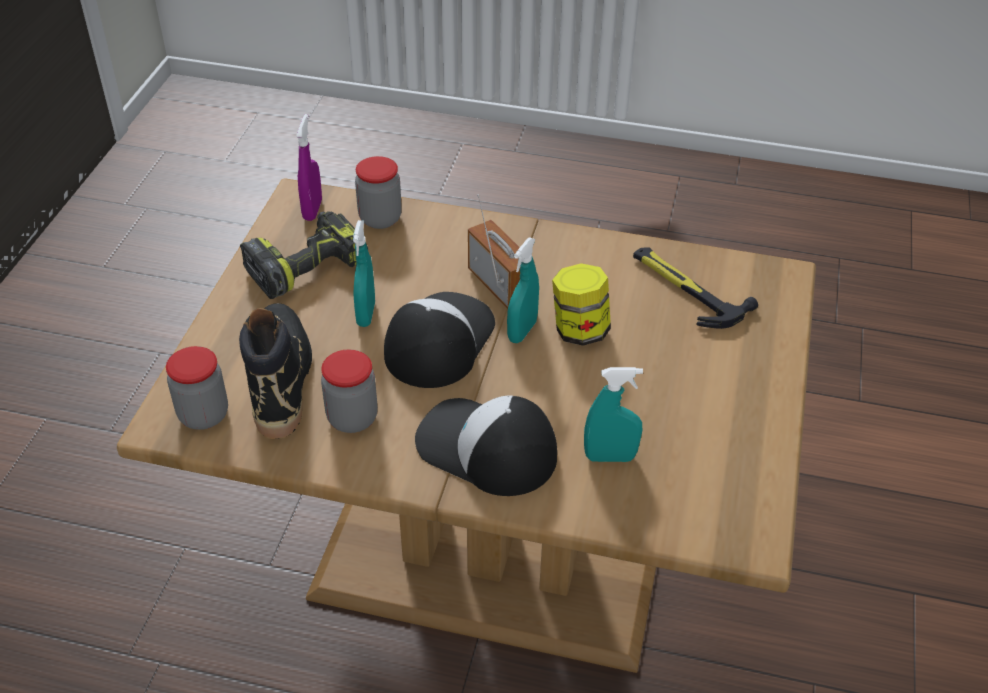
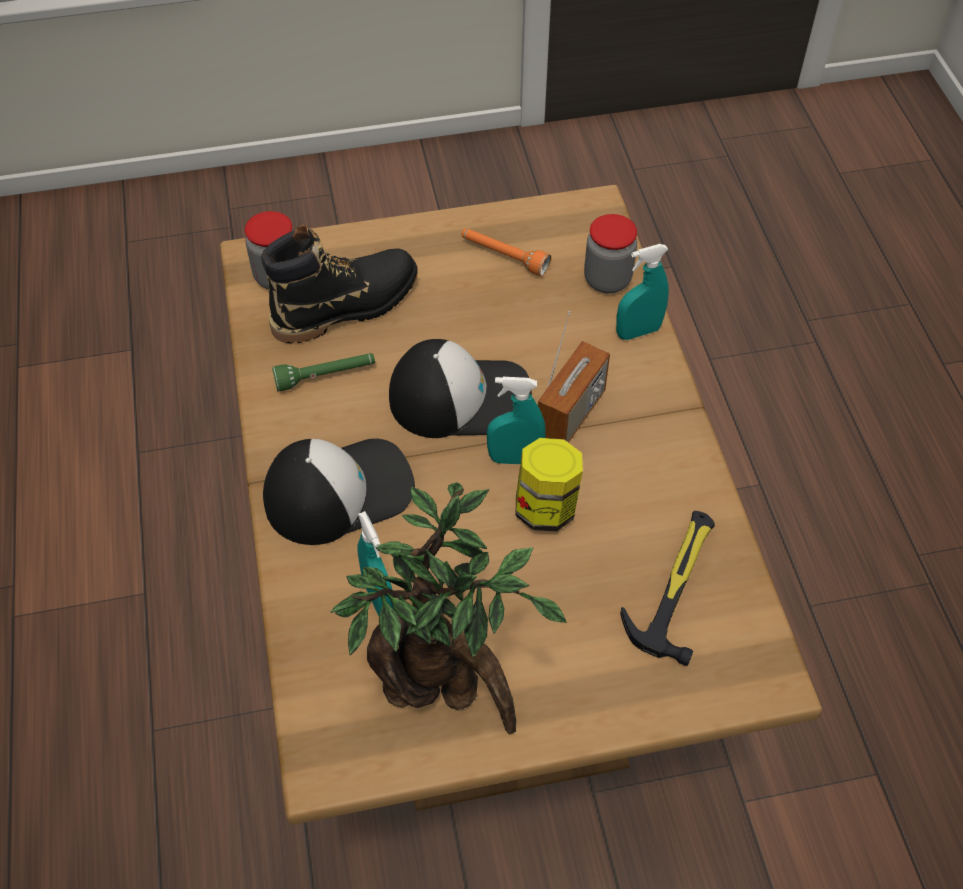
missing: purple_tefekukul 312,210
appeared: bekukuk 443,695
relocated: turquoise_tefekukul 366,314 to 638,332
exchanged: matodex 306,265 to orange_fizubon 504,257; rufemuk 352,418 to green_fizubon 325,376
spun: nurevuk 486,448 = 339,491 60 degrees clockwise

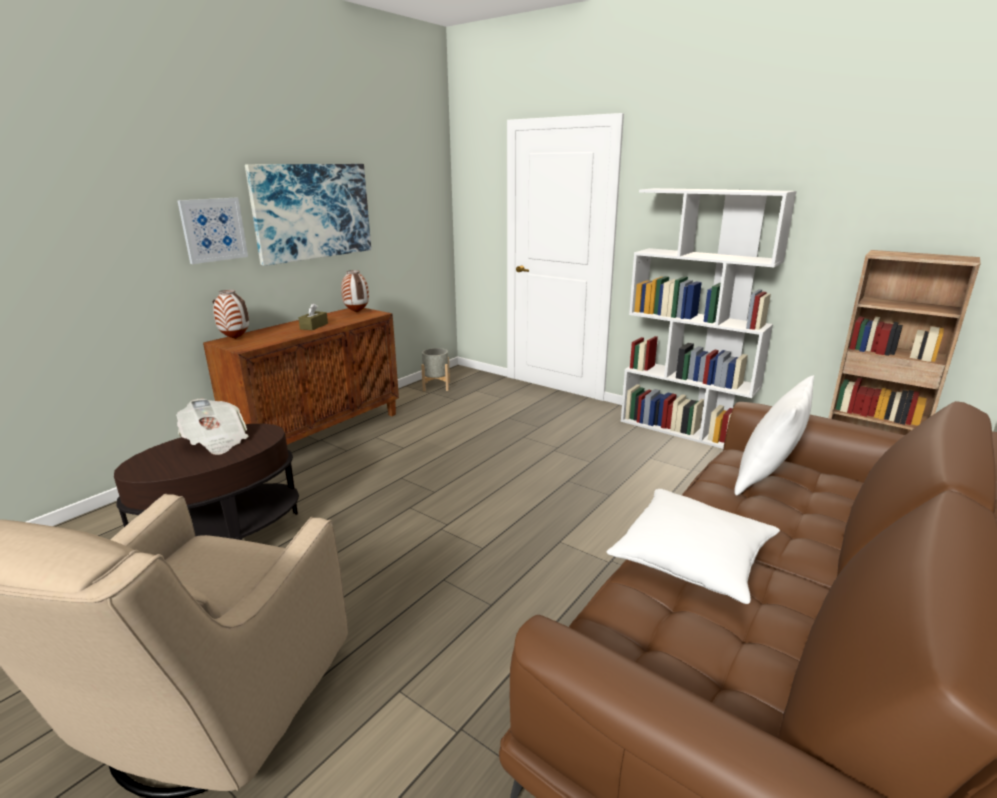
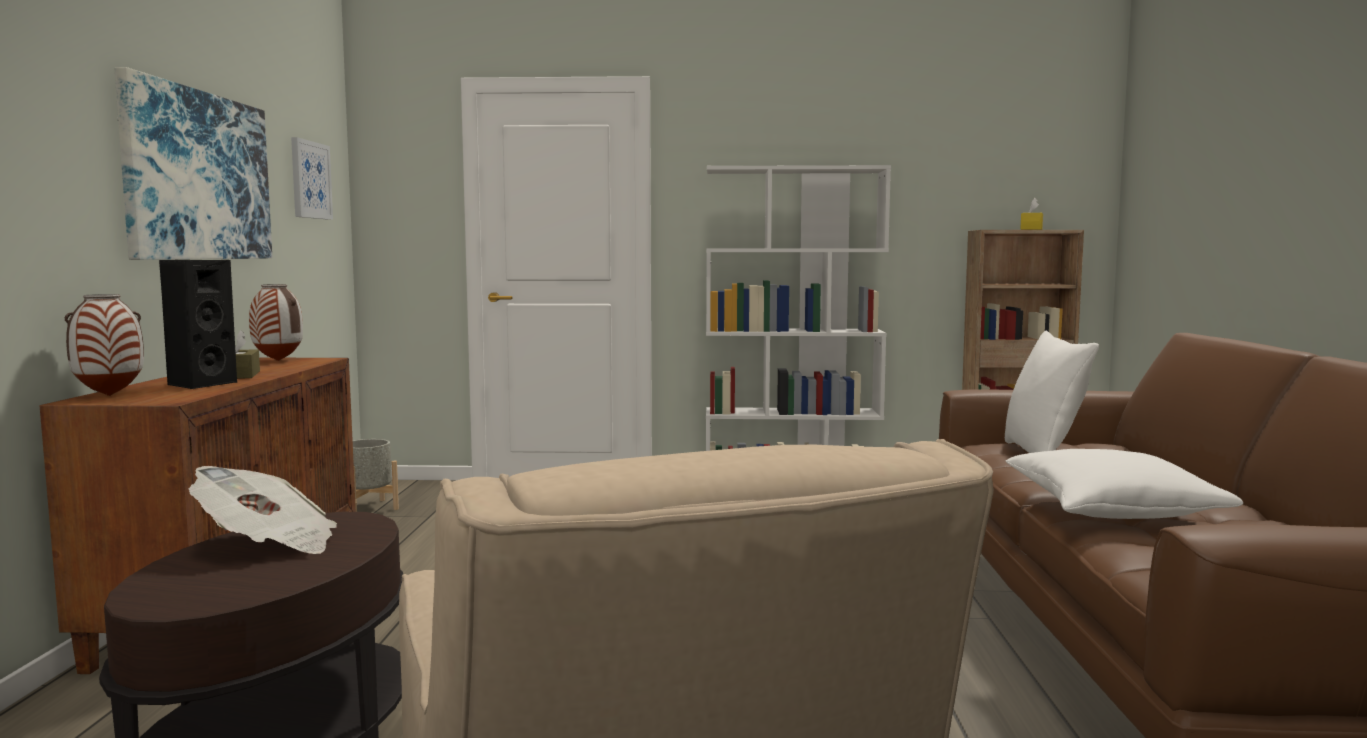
appeared: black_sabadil 200,384; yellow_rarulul 1031,229
relocated: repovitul 213,230 to 310,180

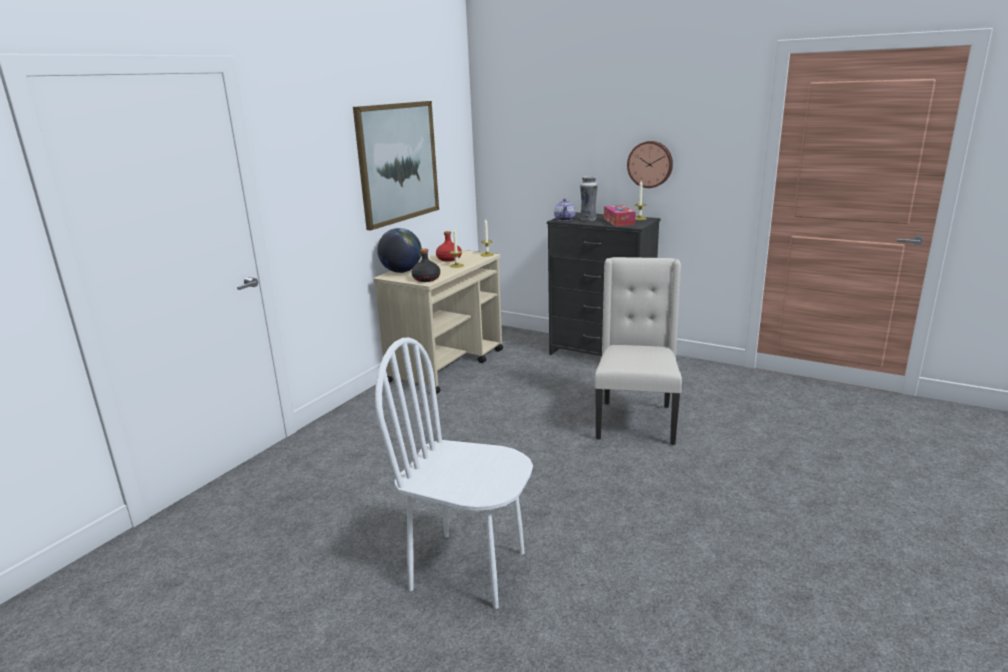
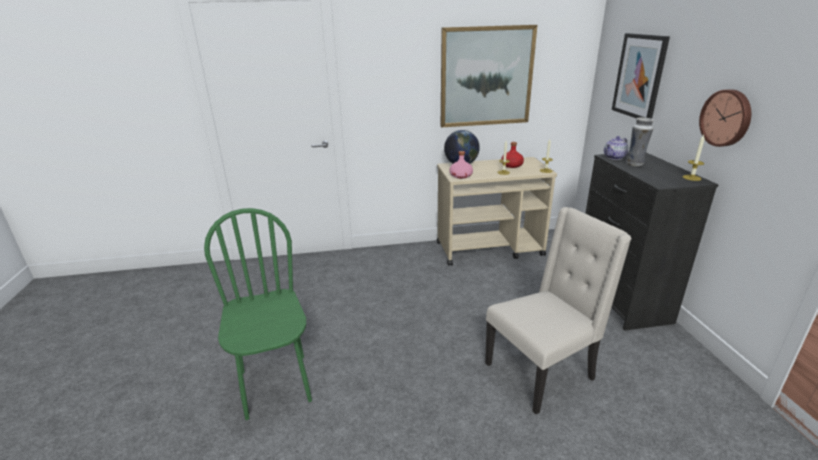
missing: rarulul 619,221
appeared: repovitul 639,76
colour: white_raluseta 468,569 to green_raluseta 276,385; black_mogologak 426,279 to pink_mogologak 461,176

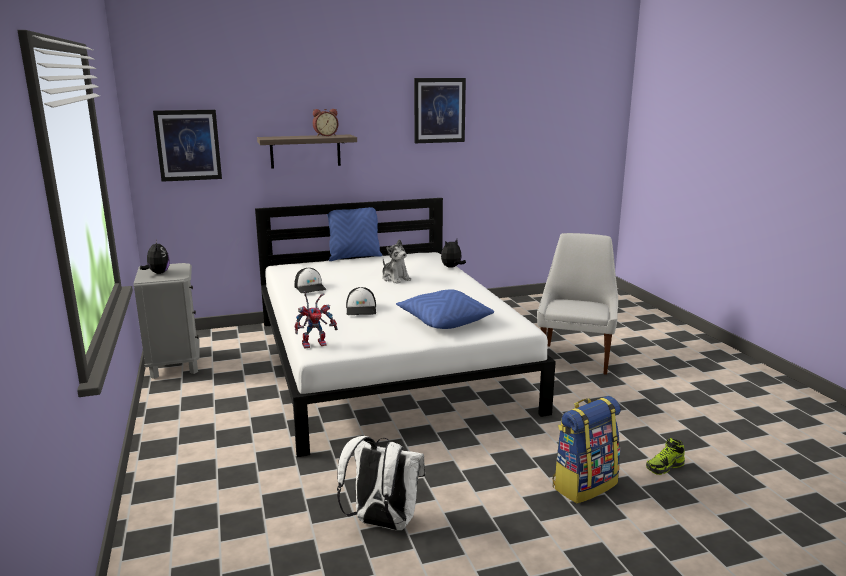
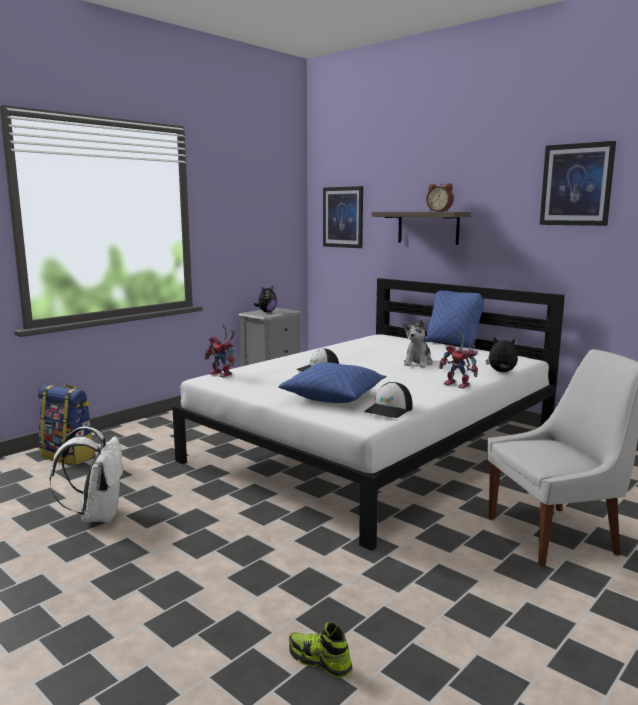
appeared: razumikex 459,385
relocated: nurevuk 310,287 to 389,410; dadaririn 584,484 to 69,456

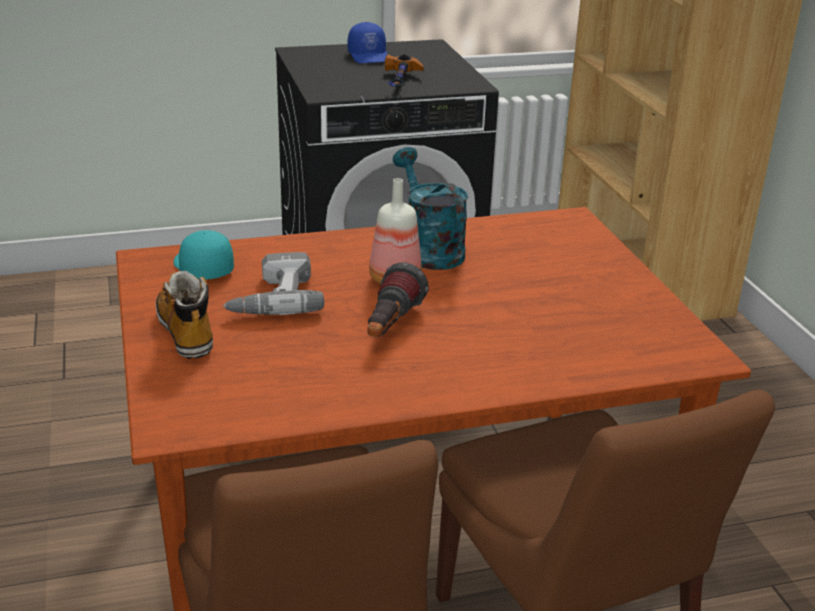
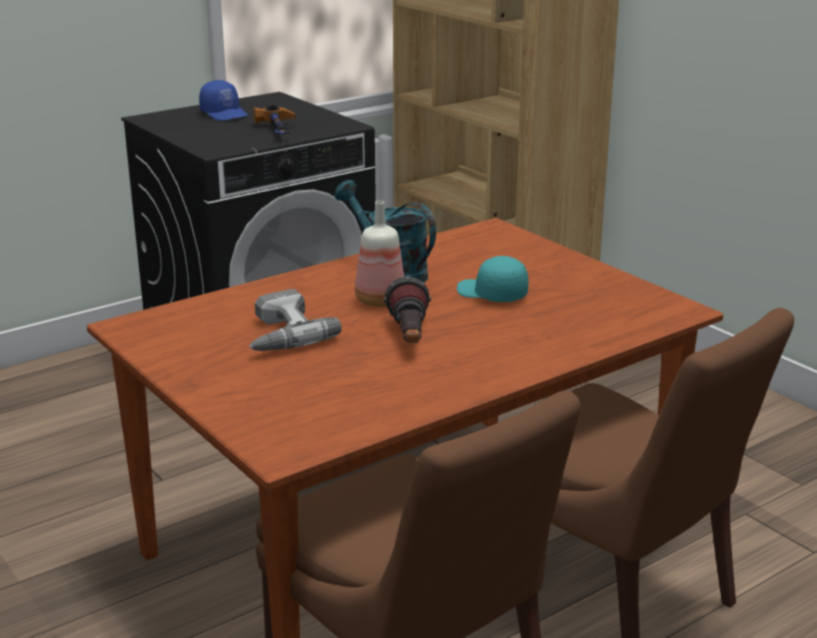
missing: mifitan 186,332
relocated: turquoise_nurevuk 201,268 to 491,294

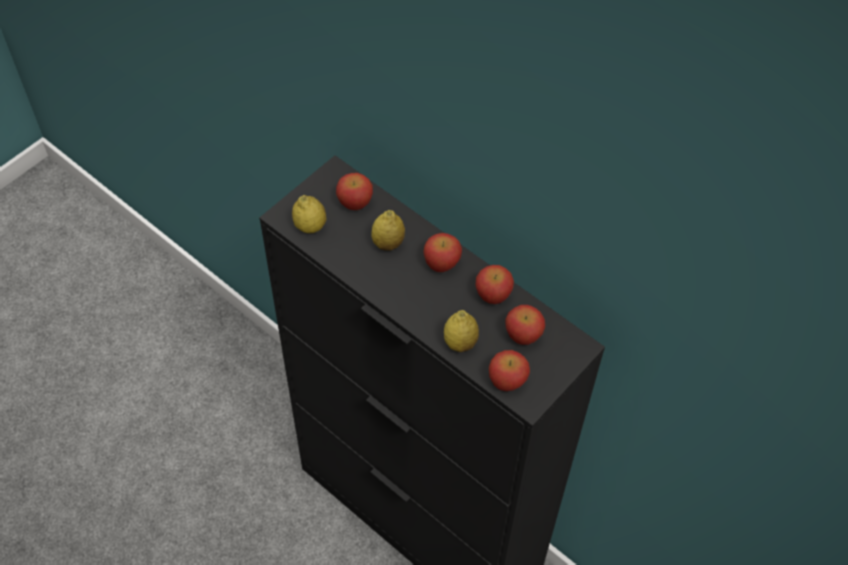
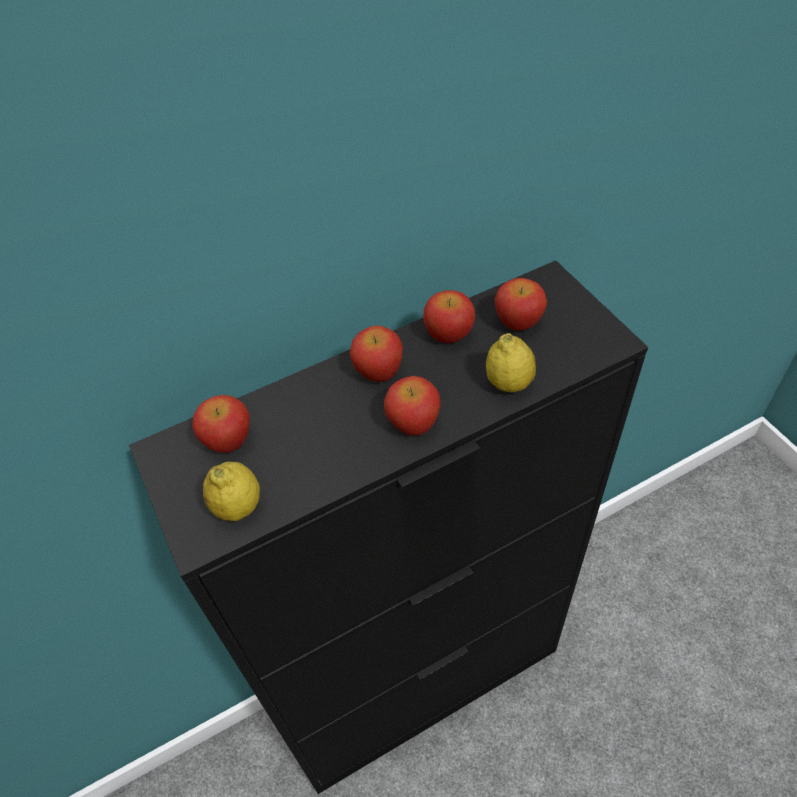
missing: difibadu 388,243
relocated: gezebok 507,380 to 413,422

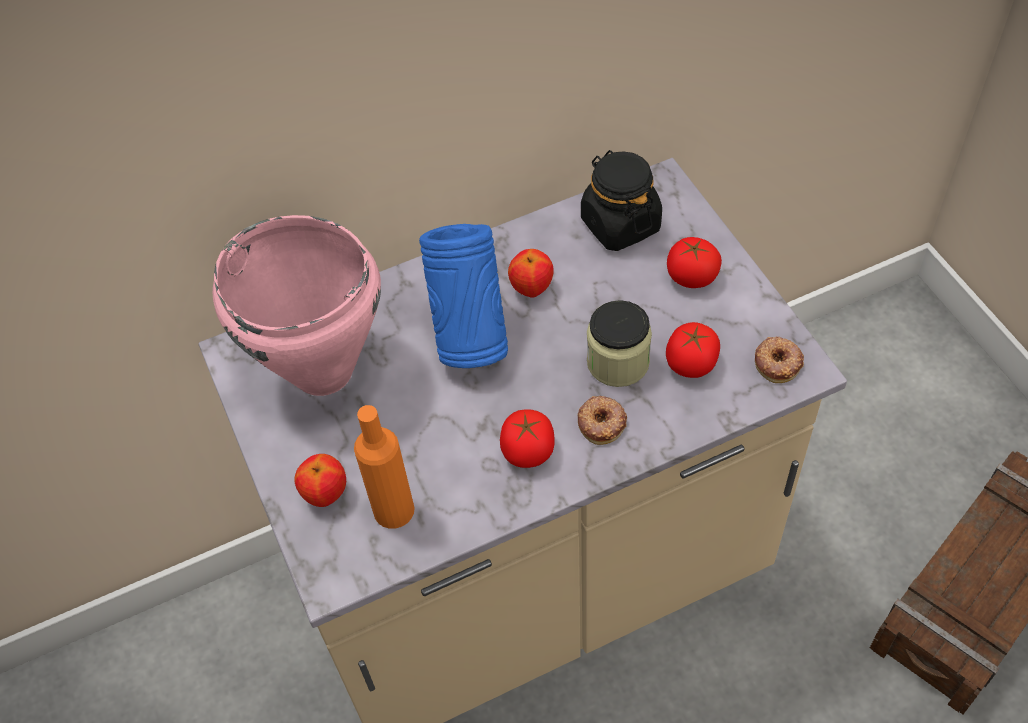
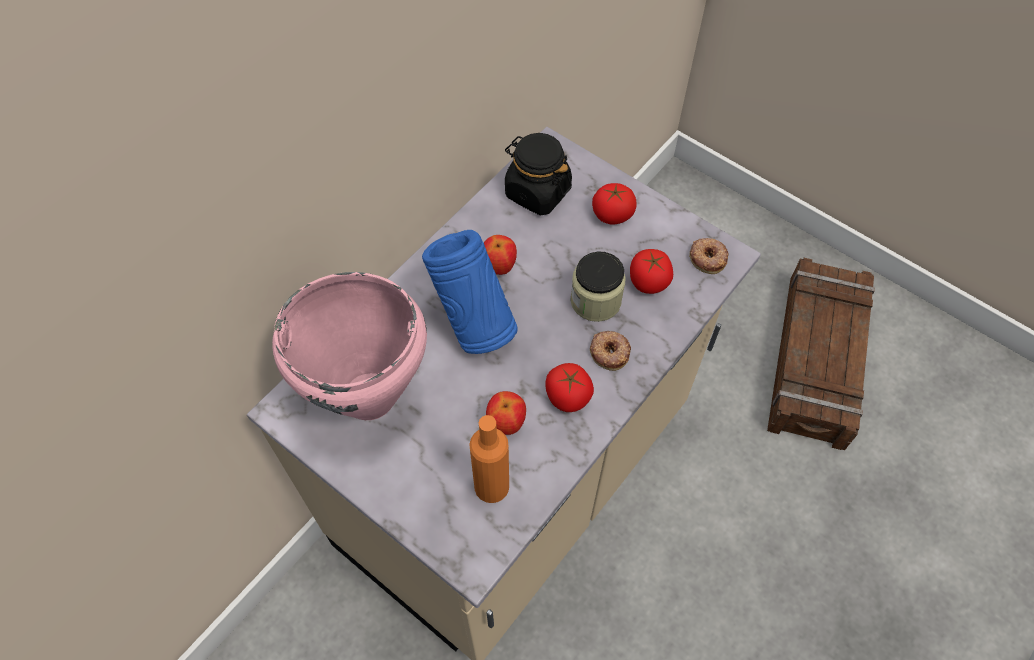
relocated: gezebok 326,494 to 506,423

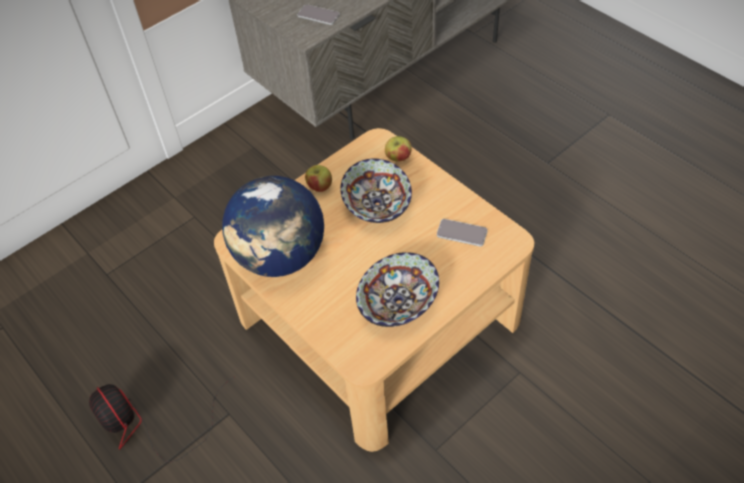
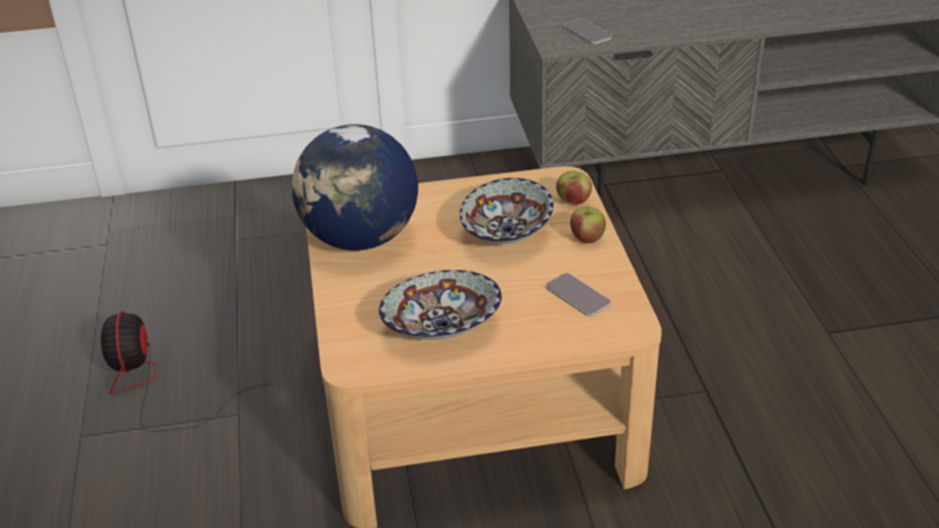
relocated: gezebok 319,187 to 587,238

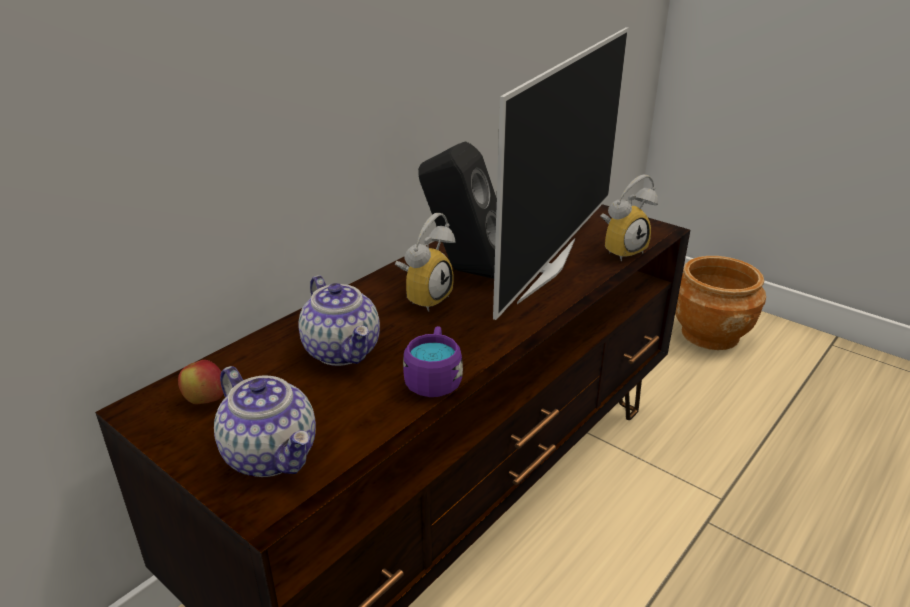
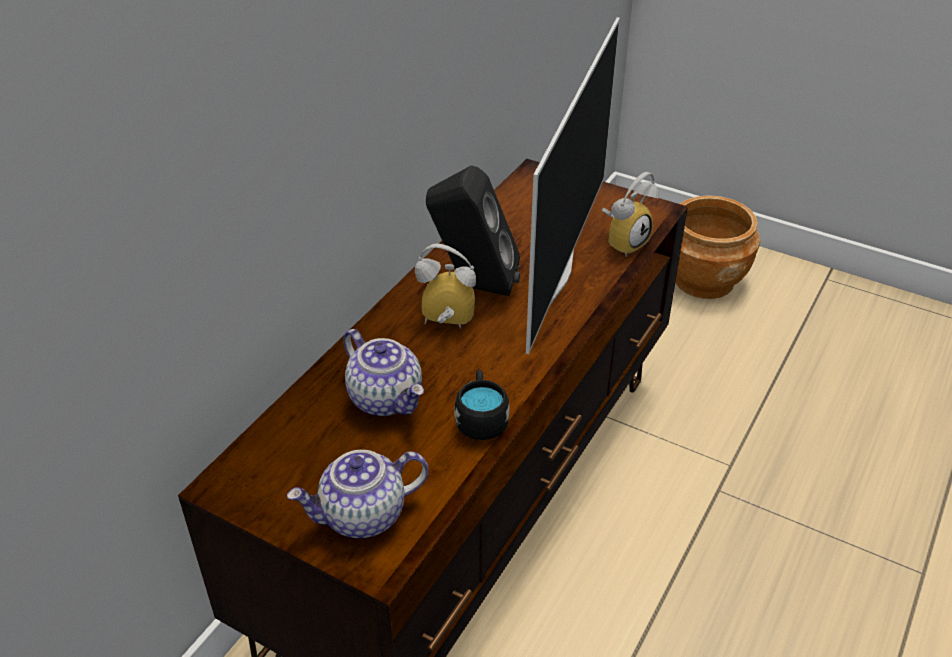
missing: gezebok 205,400
colour: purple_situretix 434,378 to black_situretix 481,418
spun: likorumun 272,455 = 363,516 120 degrees clockwise; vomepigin 424,297 = 445,325 105 degrees counterclockwise

